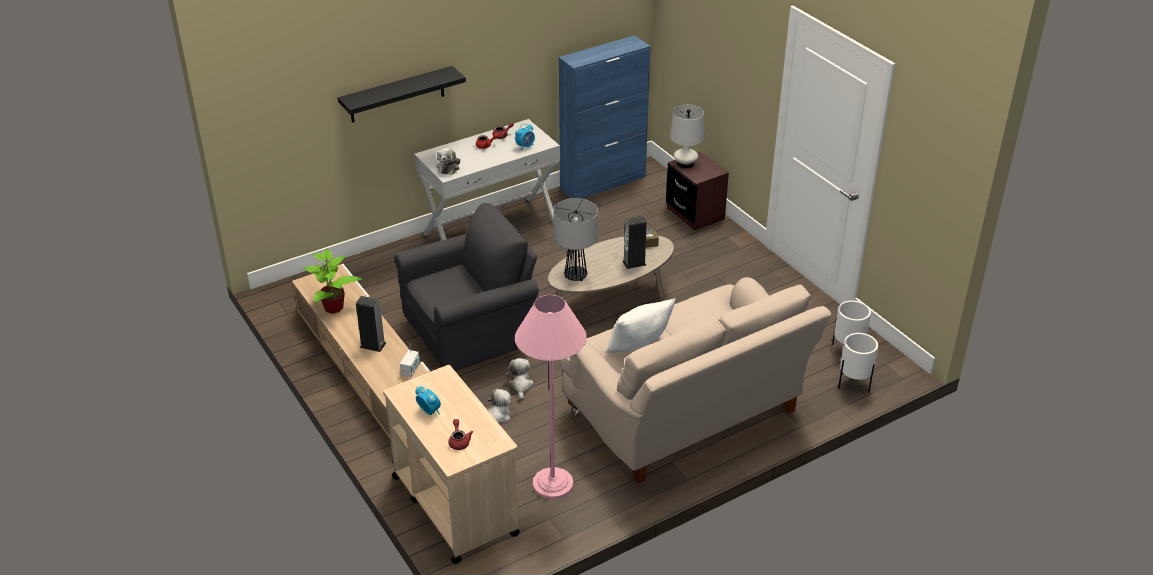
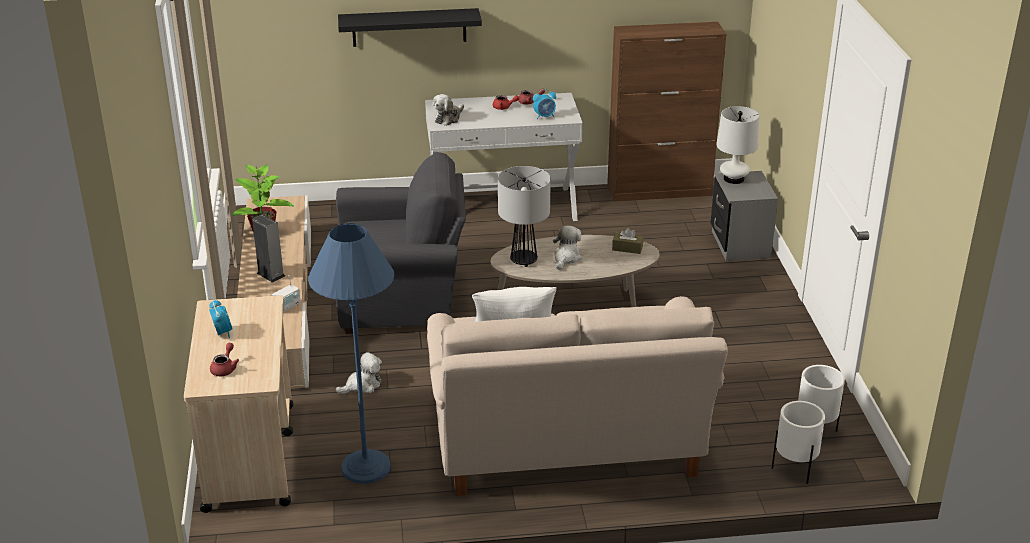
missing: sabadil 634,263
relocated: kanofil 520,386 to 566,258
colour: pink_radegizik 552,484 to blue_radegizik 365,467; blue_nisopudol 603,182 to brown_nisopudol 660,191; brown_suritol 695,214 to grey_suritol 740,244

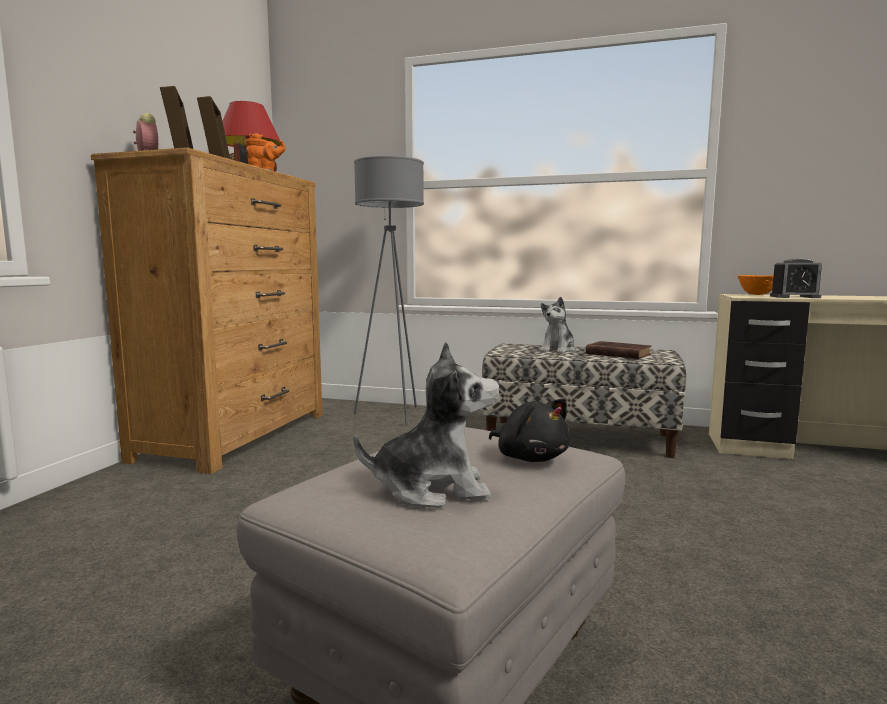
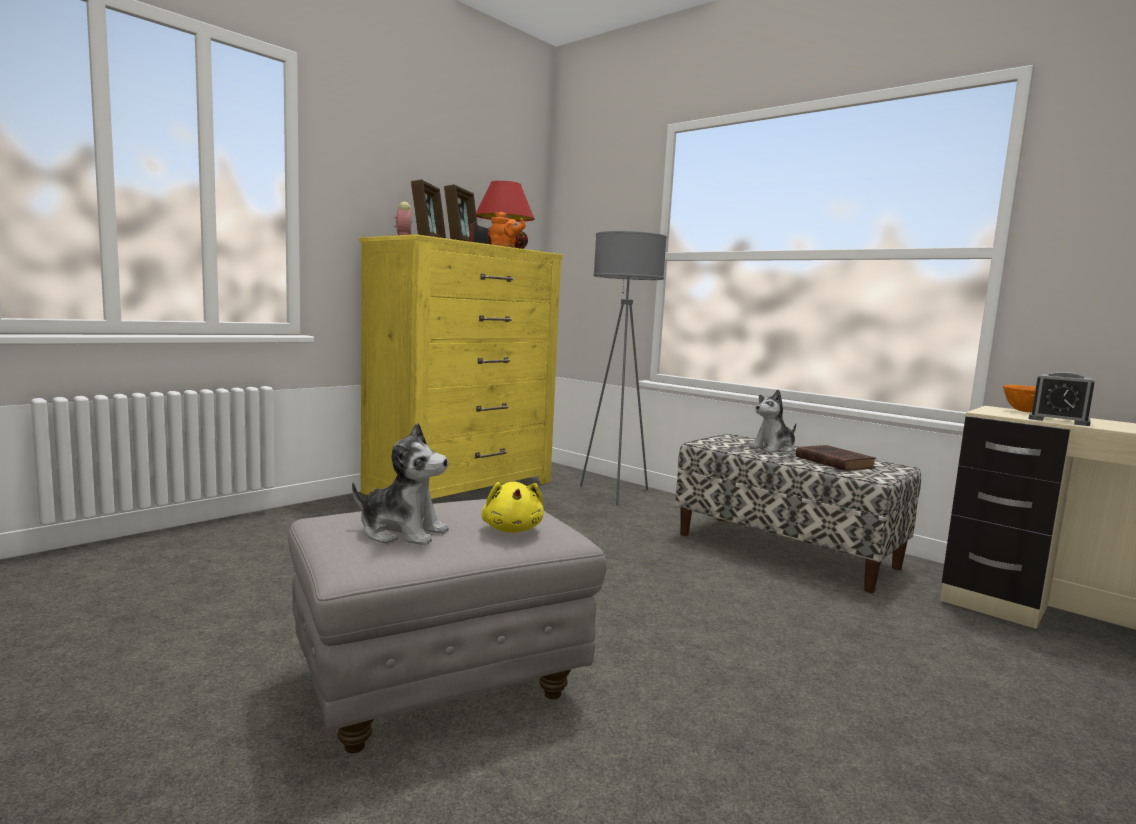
colour: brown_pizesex 236,436 to yellow_pizesex 461,487; black_kanofil 530,458 to yellow_kanofil 512,529

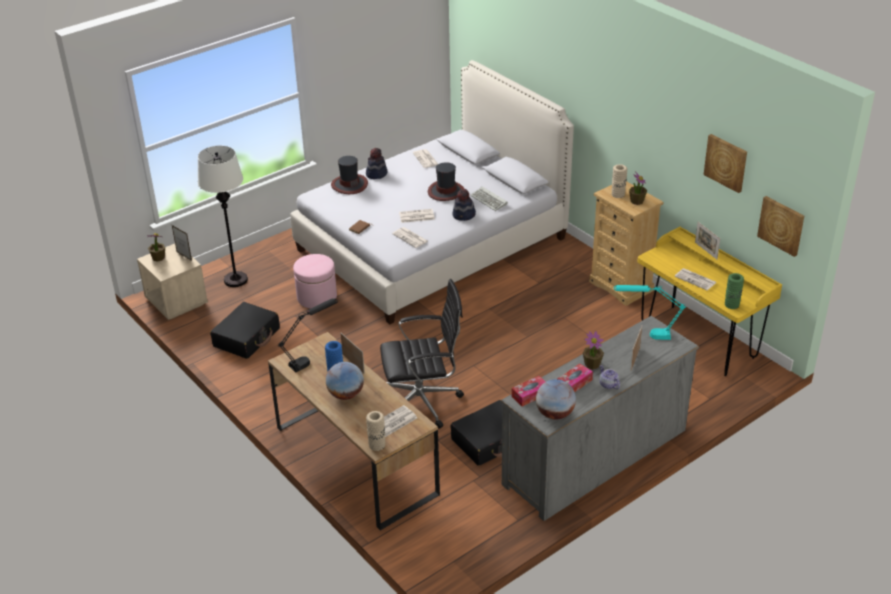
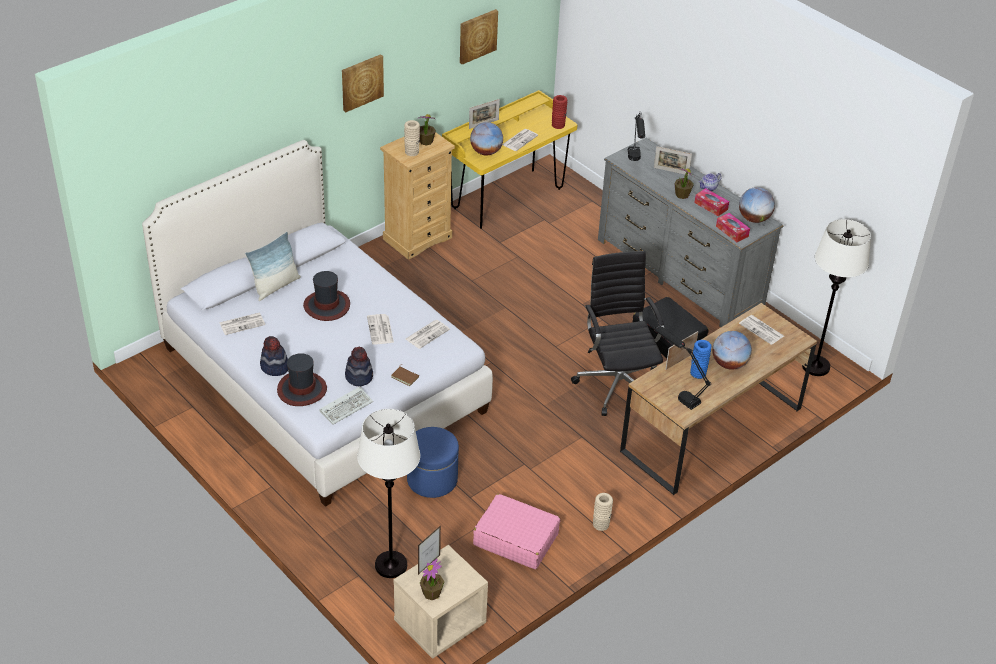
appeared: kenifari 275,286; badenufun 486,152; white_radegizik 816,366
relocated: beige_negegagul 377,445 to 601,524; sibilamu 464,215 to 359,376; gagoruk 489,201 to 347,406; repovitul 781,225 to 361,82
colour: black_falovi 247,337 to pink_falovi 515,539; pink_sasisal 317,297 to blue_sasisal 432,479; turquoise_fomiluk 646,334 to black_fomiluk 634,162; green_negegagul 731,304 to red_negegagul 558,125

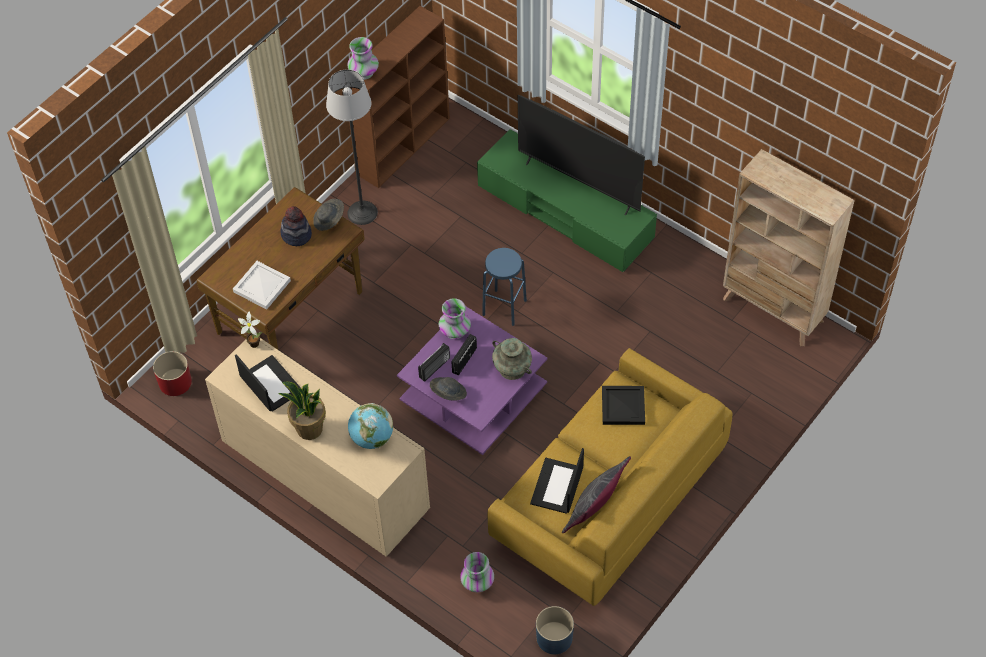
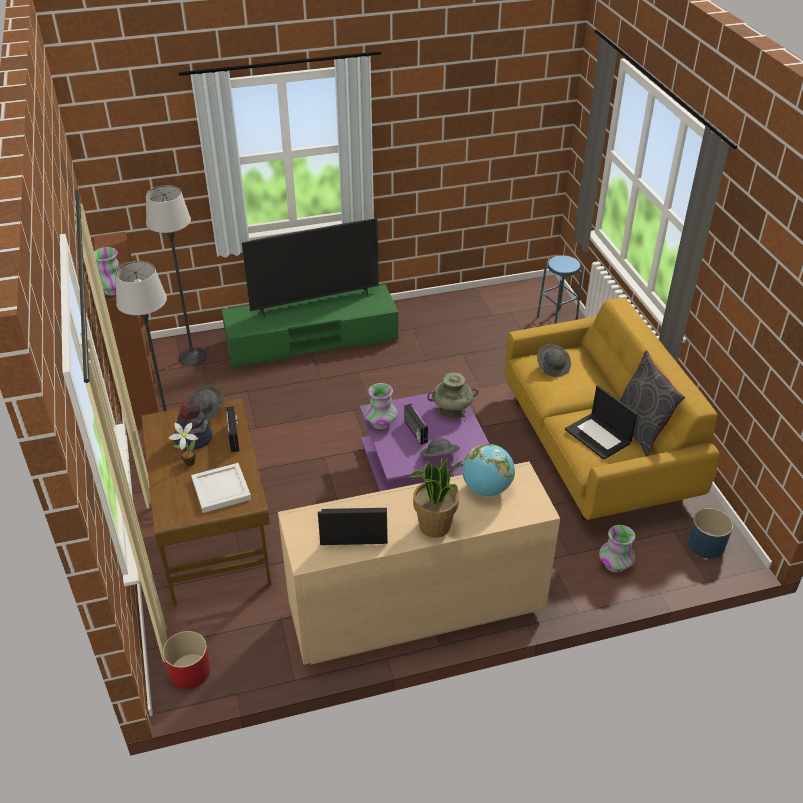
missing: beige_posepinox 773,310
appeared: radegizik 193,357
relocated: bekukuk 253,343 to 187,462; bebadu 435,368 to 234,437; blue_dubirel 504,307 to 556,320
exchanged: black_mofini 623,407 to grey_sibilamu 553,367

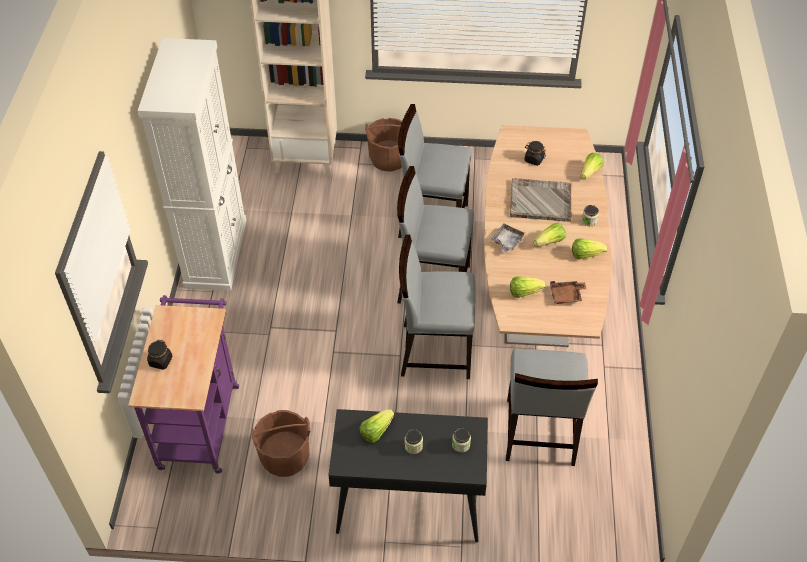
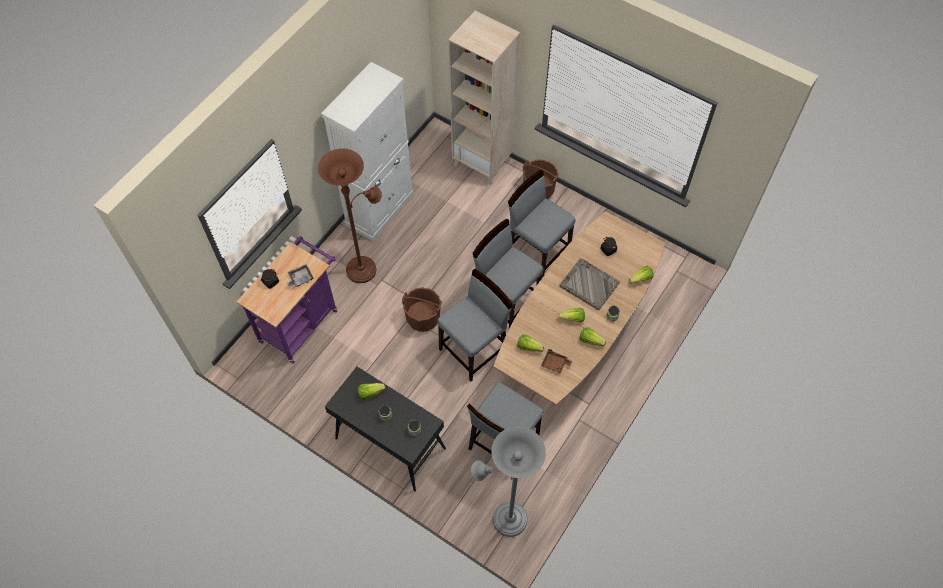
appeared: brown_radegizik 364,267; grey_radegizik 505,518
relocated: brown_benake 285,457 to 423,318; grey_mofini 507,241 to 300,278
spun: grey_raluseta 435,350 = 474,350 105 degrees clockwise

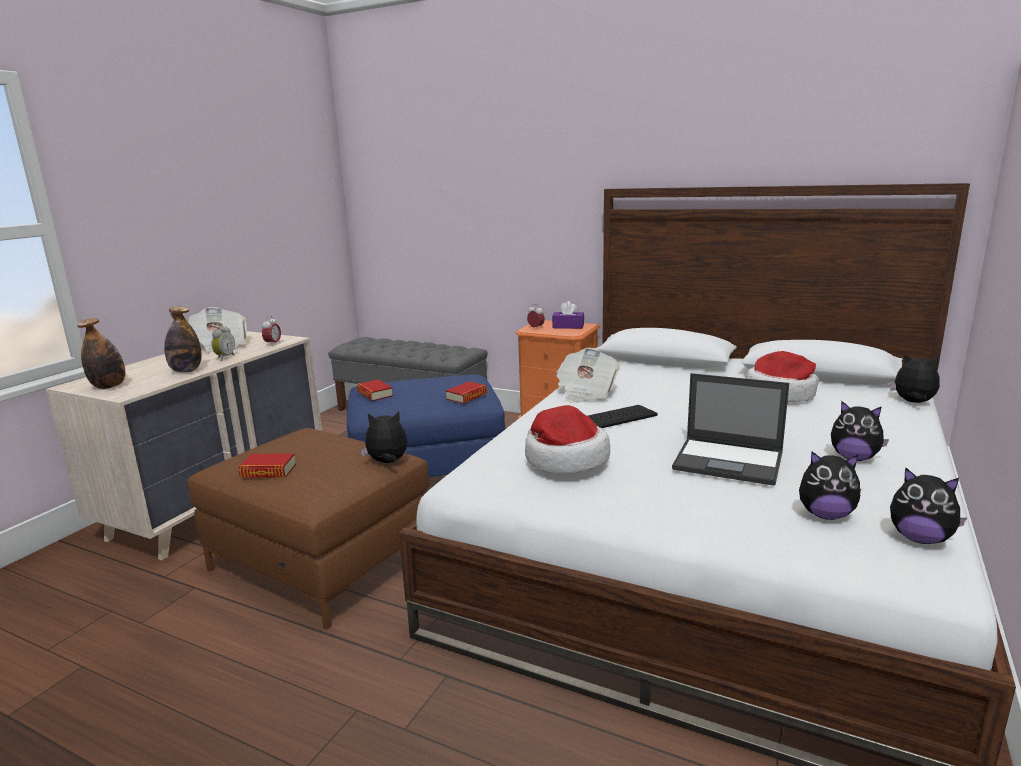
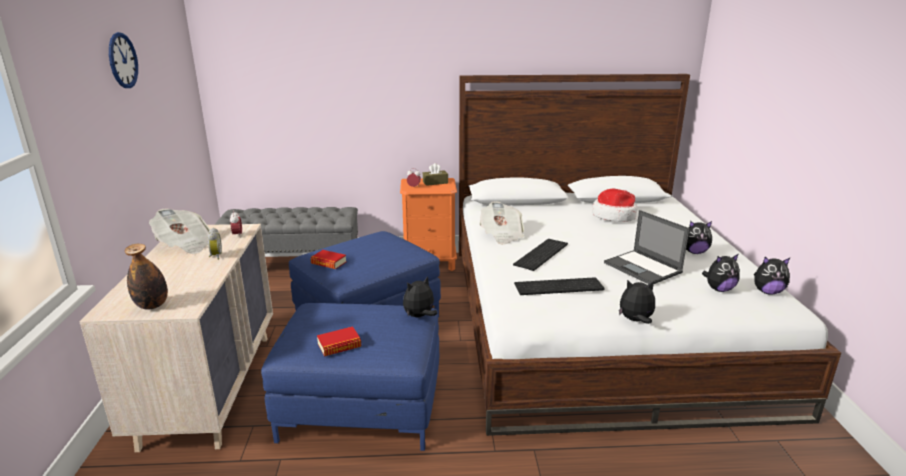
missing: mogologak 186,371; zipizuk 466,396
appeared: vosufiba 122,60
relocated: kanofil 913,402 to 635,320
exchanged: sibilamu 564,459 to gagoruk 558,287
colour: brown_sasisal 320,560 to blue_sasisal 361,406; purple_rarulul 568,326 to brown_rarulul 435,182
spun: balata 729,461 = 643,268 60 degrees clockwise

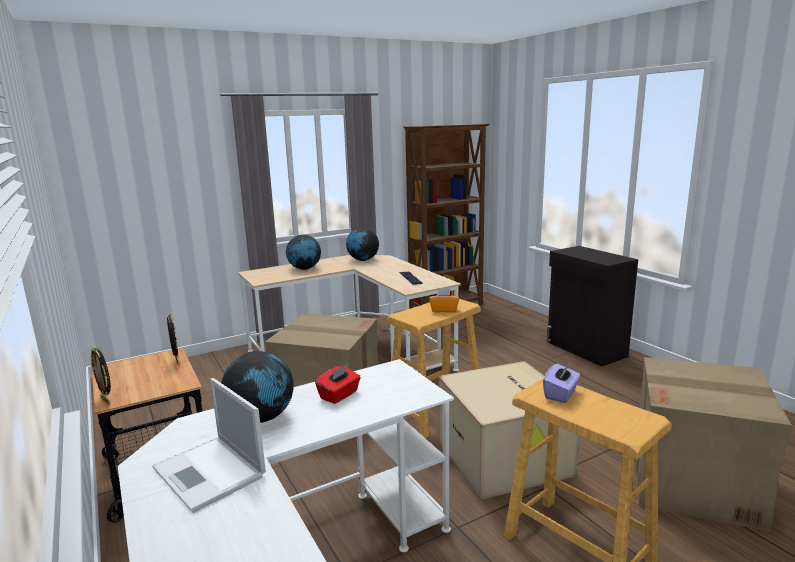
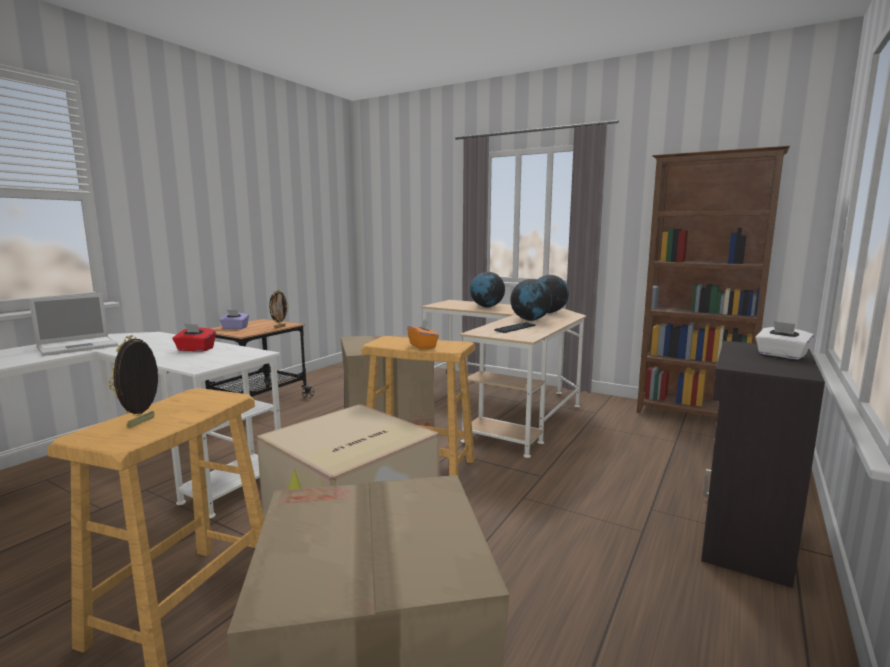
appeared: white_rarulul 781,355
relocated: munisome 106,400 to 142,422; badenufun 261,418 to 530,320; purple_rarulul 561,394 to 235,328
spun: balata 210,473 = 79,346 150 degrees counterclockwise

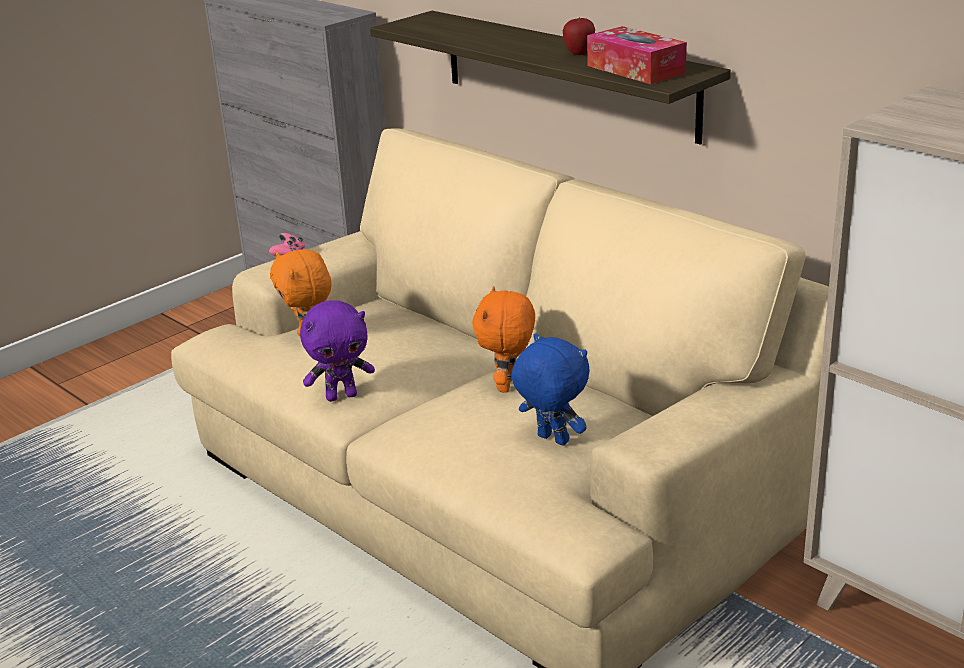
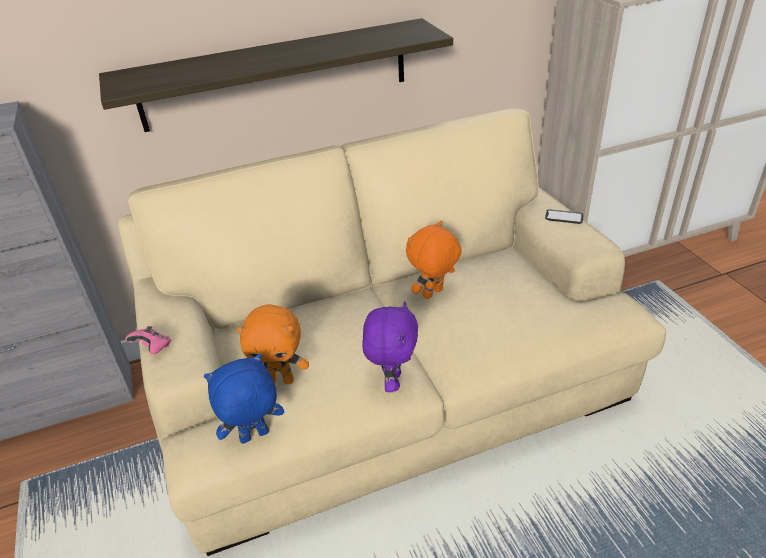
missing: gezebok 579,53; rarulul 635,69
appeared: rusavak 564,217
relocated: blue_kanofil 551,440 to 254,437
spun: orange_kanofil 507,386 = 433,294 105 degrees clockwise

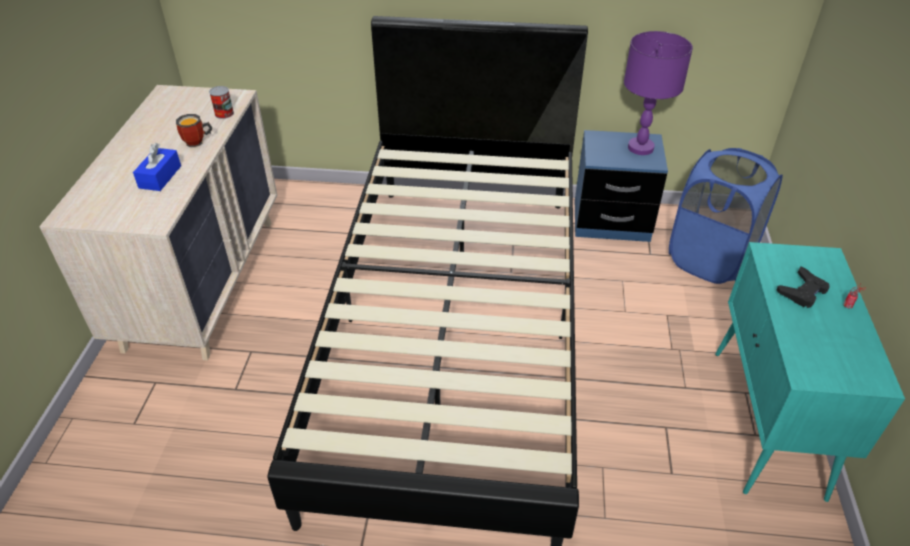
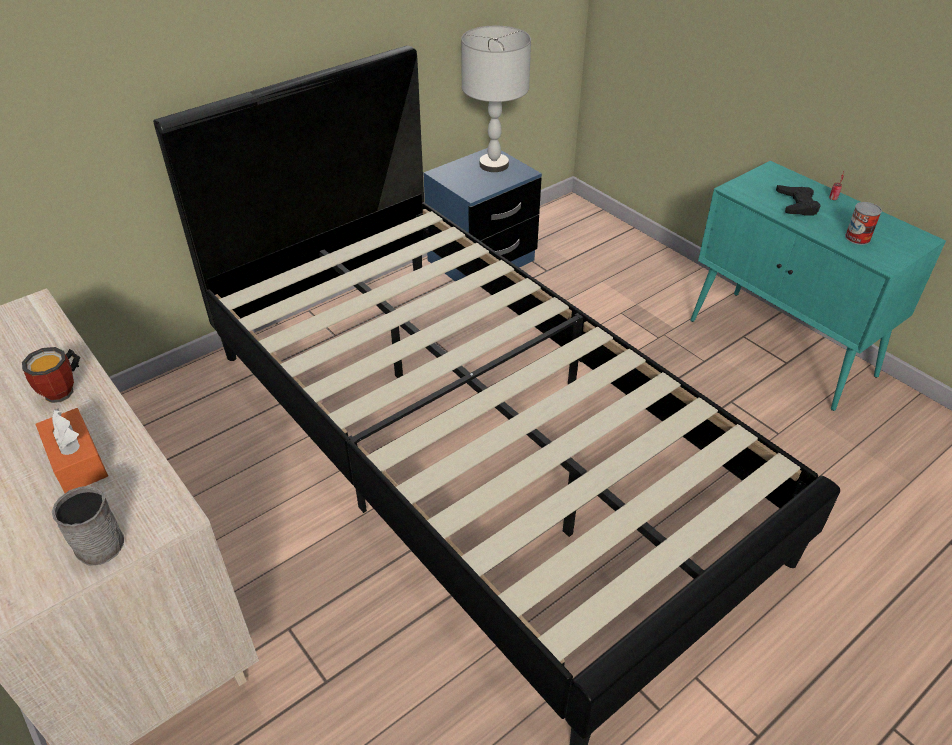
missing: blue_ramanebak 709,259
appeared: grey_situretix 95,541
relocated: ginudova 224,114 to 857,238
colour: blue_rarulul 160,177 to orange_rarulul 77,461; purple_fomiluk 640,147 to grey_fomiluk 493,165

